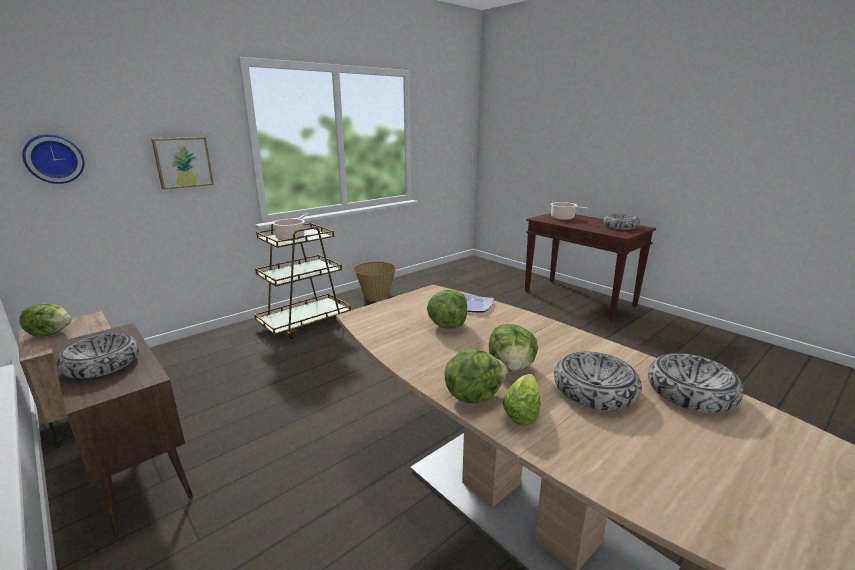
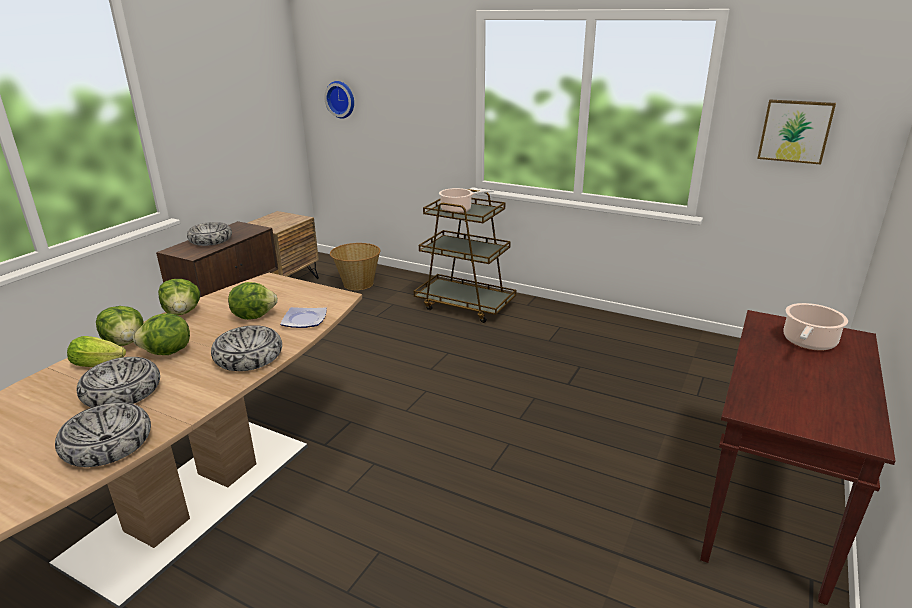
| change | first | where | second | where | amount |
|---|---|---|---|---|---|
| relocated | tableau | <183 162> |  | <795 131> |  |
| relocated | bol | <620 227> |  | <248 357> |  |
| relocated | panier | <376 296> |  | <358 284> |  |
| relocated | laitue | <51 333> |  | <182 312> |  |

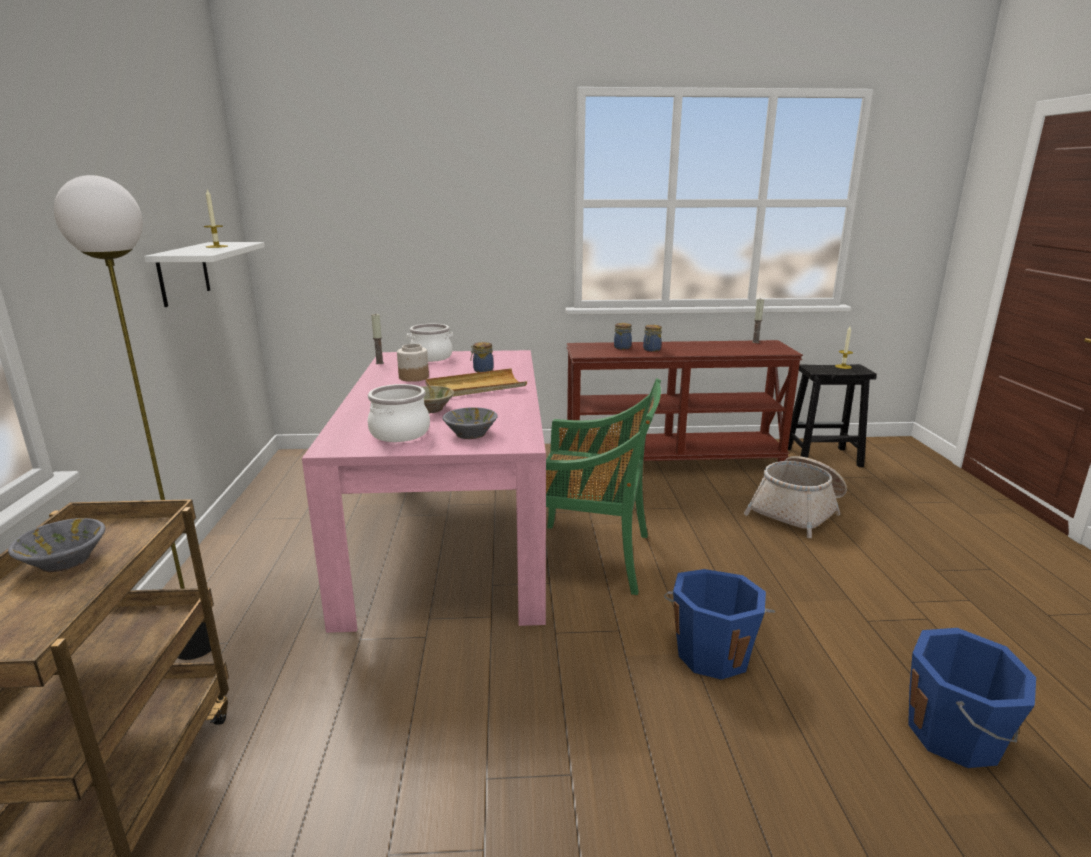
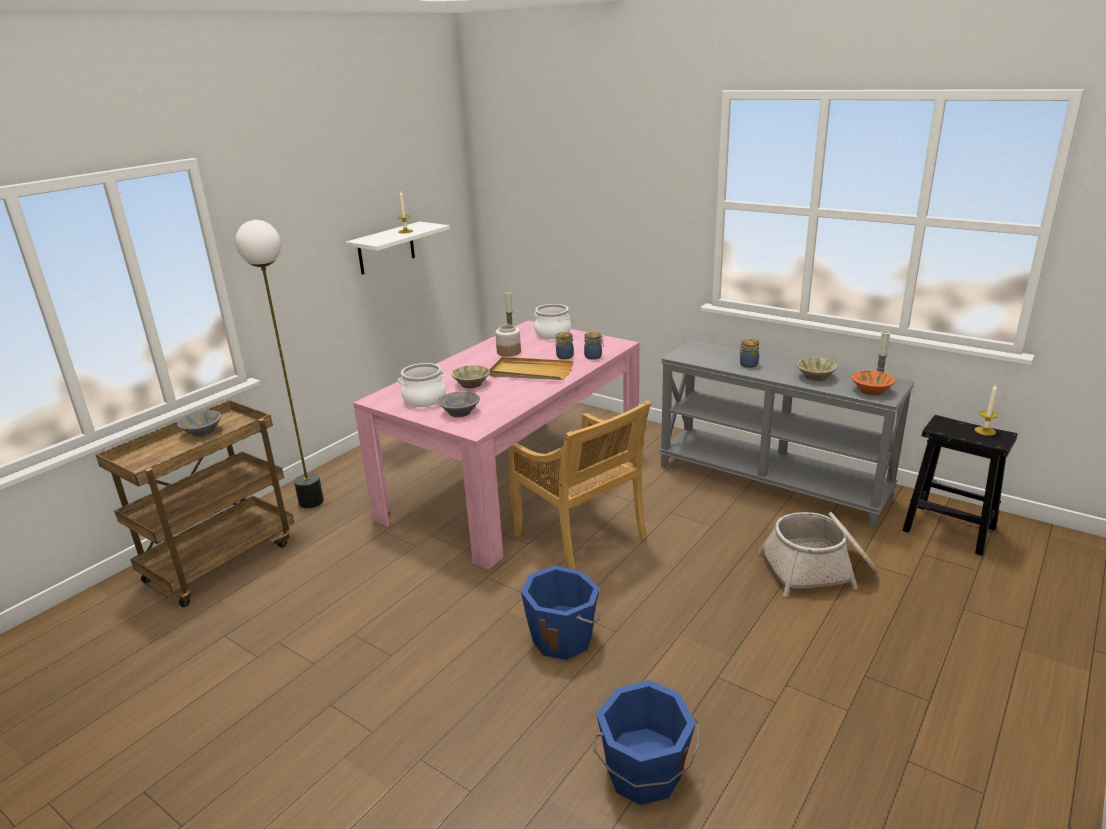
| change | first | where | second | where | amount |
|---|---|---|---|---|---|
| relocated | bocal | <623 347> |  | <594 356> |  |
| colour | table console [marron] | <672 462> | table console [gris] | <772 482> |  |
| colour | chaise [vert] | <592 557> | chaise [beige] | <581 538> |  |
| appeared |  |  | bol [beige] | <815 377> |  |
| appeared |  |  | bol [orange] | <871 391> |  |

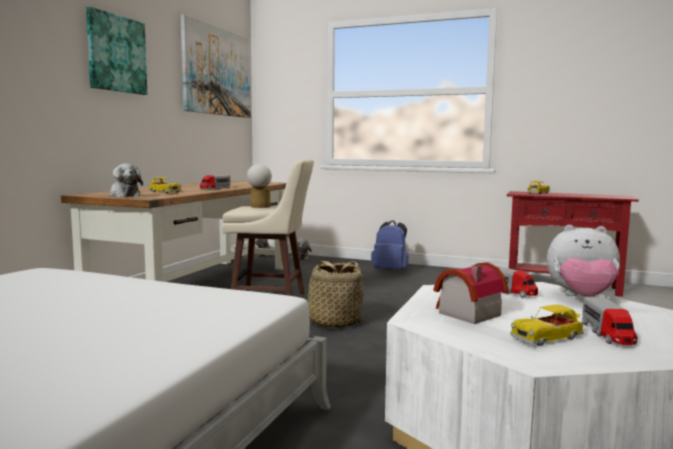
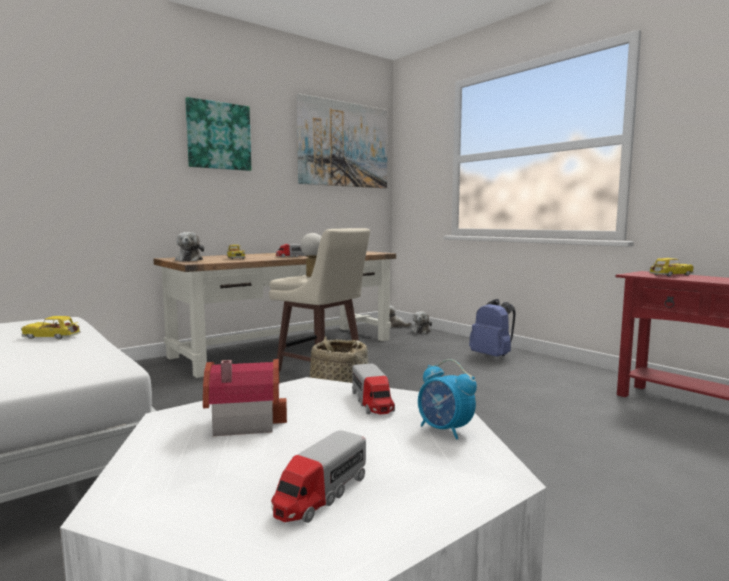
| change | first | where | second | where | amount |
|---|---|---|---|---|---|
| exchanged | peluche | <581 298> | réveil | <445 430> |  |
| relocated | petite voiture | <547 337> |  | <52 337> |  |

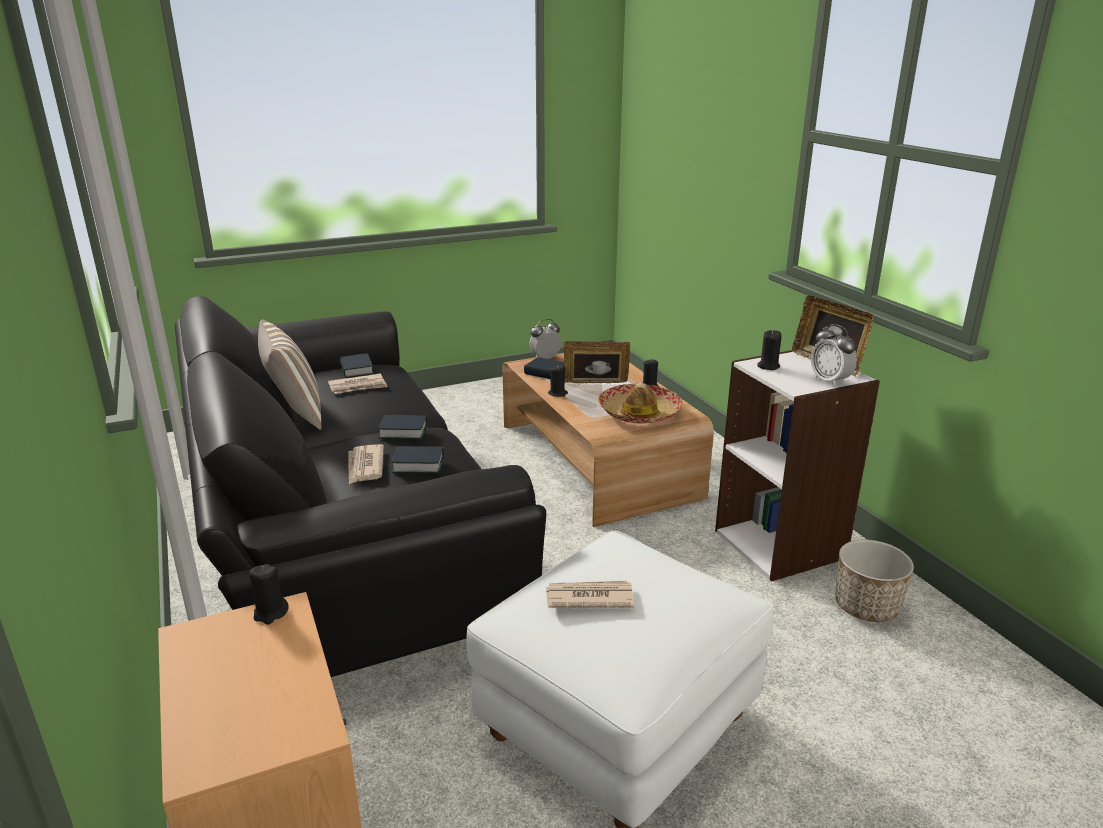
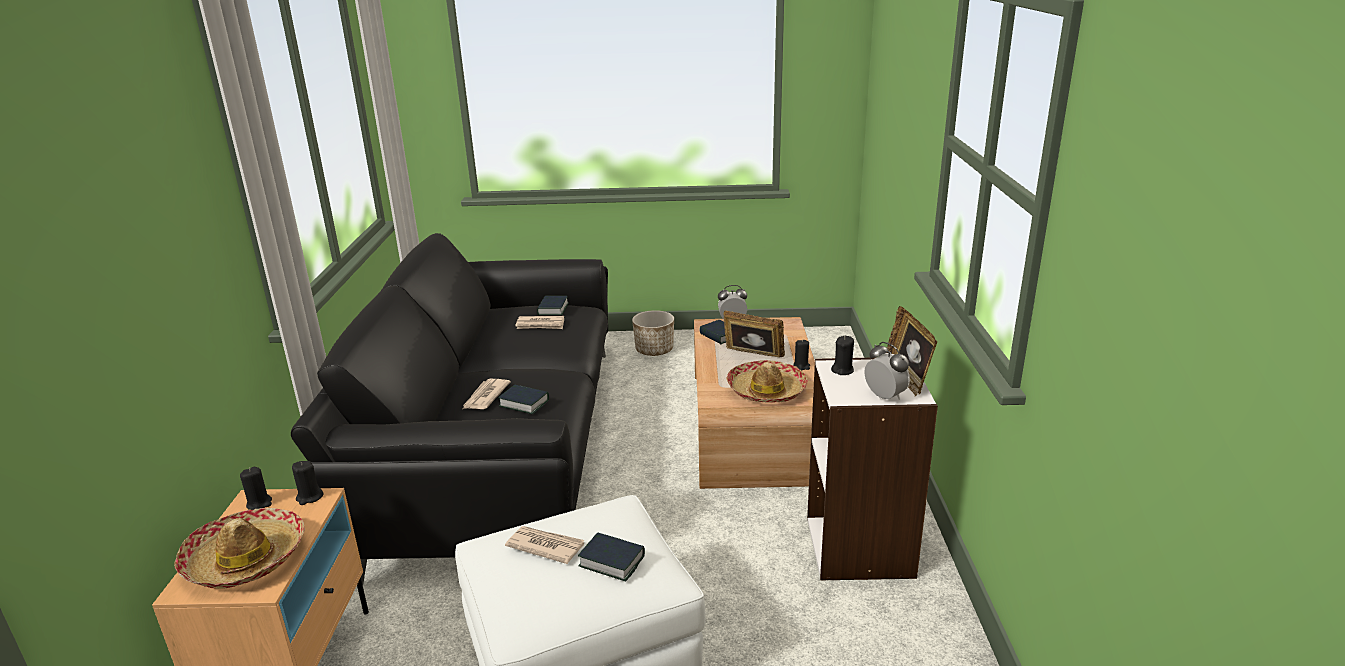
| change | first | where | second | where | amount |
|---|---|---|---|---|---|
| missing | coussin | <295 414> |  |  |  |
| spun | réveil | <830 381> |  | <884 396> | 150 degrees clockwise |
| relocated | bougie [noir] | <558 393> |  | <259 503> |  |
| relocated | livre | <403 432> |  | <612 561> |  |
| relocated | cache-pot | <866 607> |  | <654 350> |  |
| appeared |  |  | chapeau | <246 559> |  |

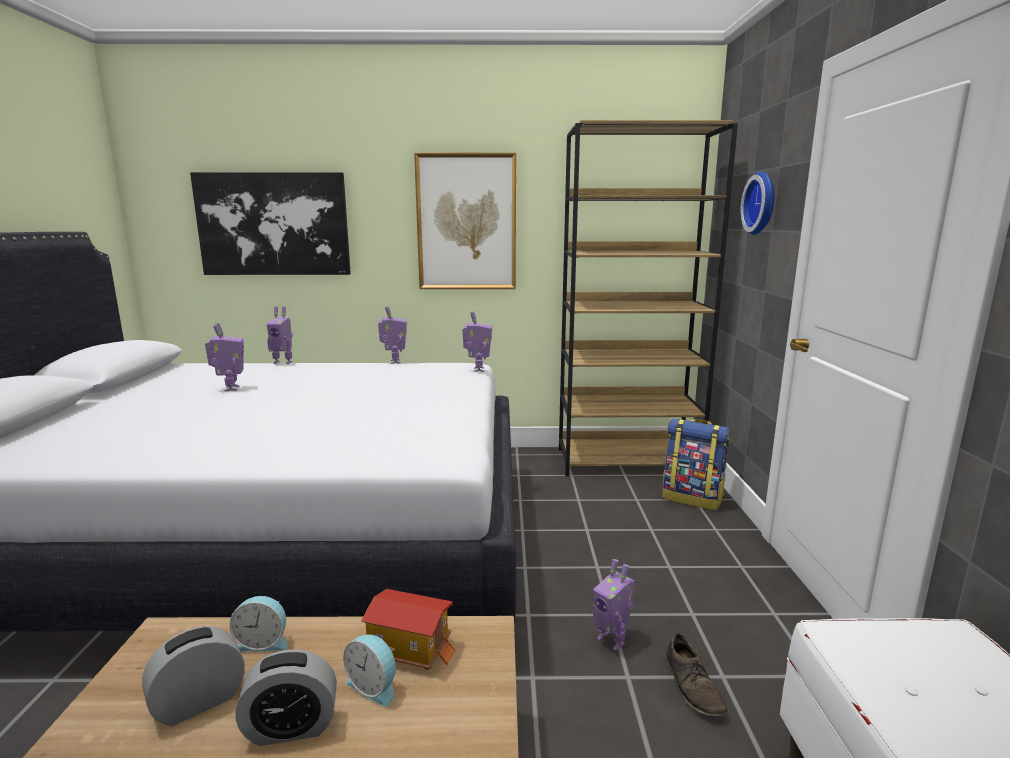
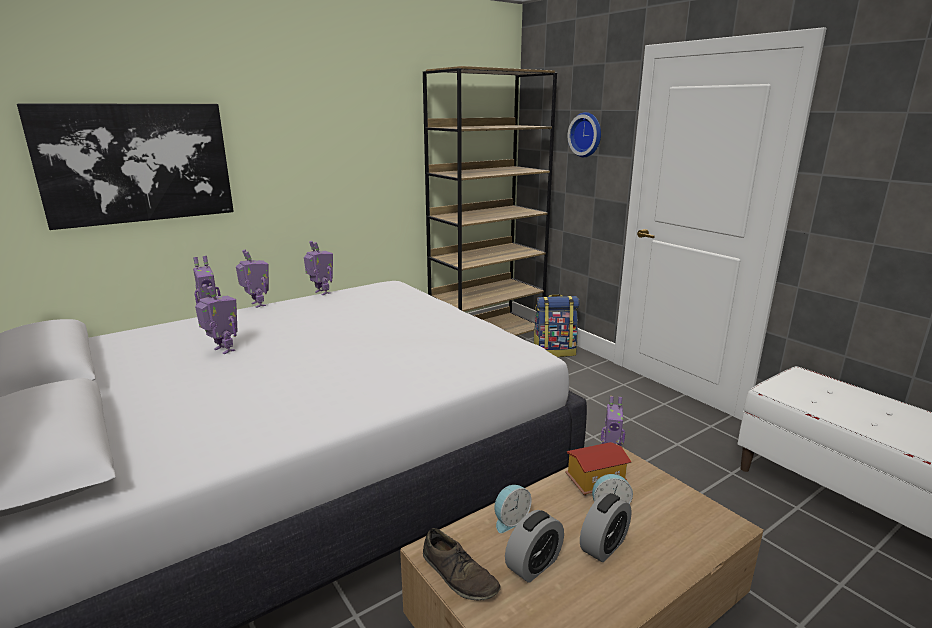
| change | first | where | second | where | amount |
|---|---|---|---|---|---|
| missing | tableau | <466 222> |  |  |  |
| relocated | robot jouet | <477 369> |  | <257 305> |  |
| spun | réveil | <199 702> |  | <534 565> | 150 degrees counterclockwise |
| relocated | chaussure [marron] | <693 686> |  | <459 575> |  |

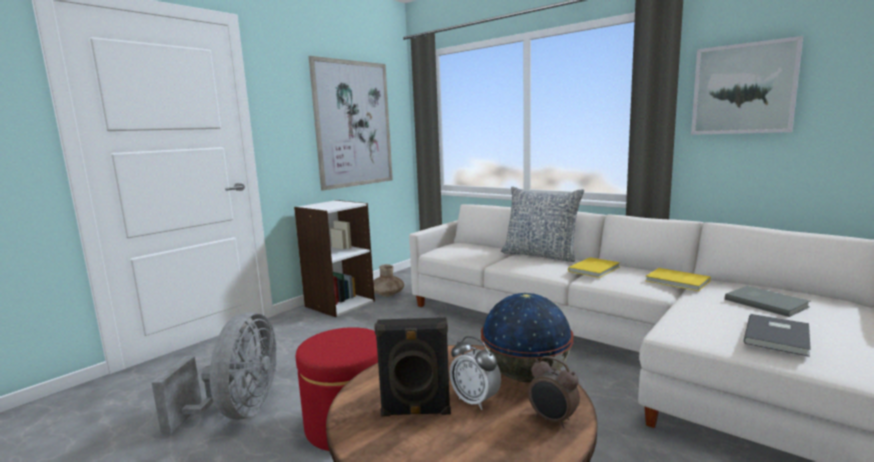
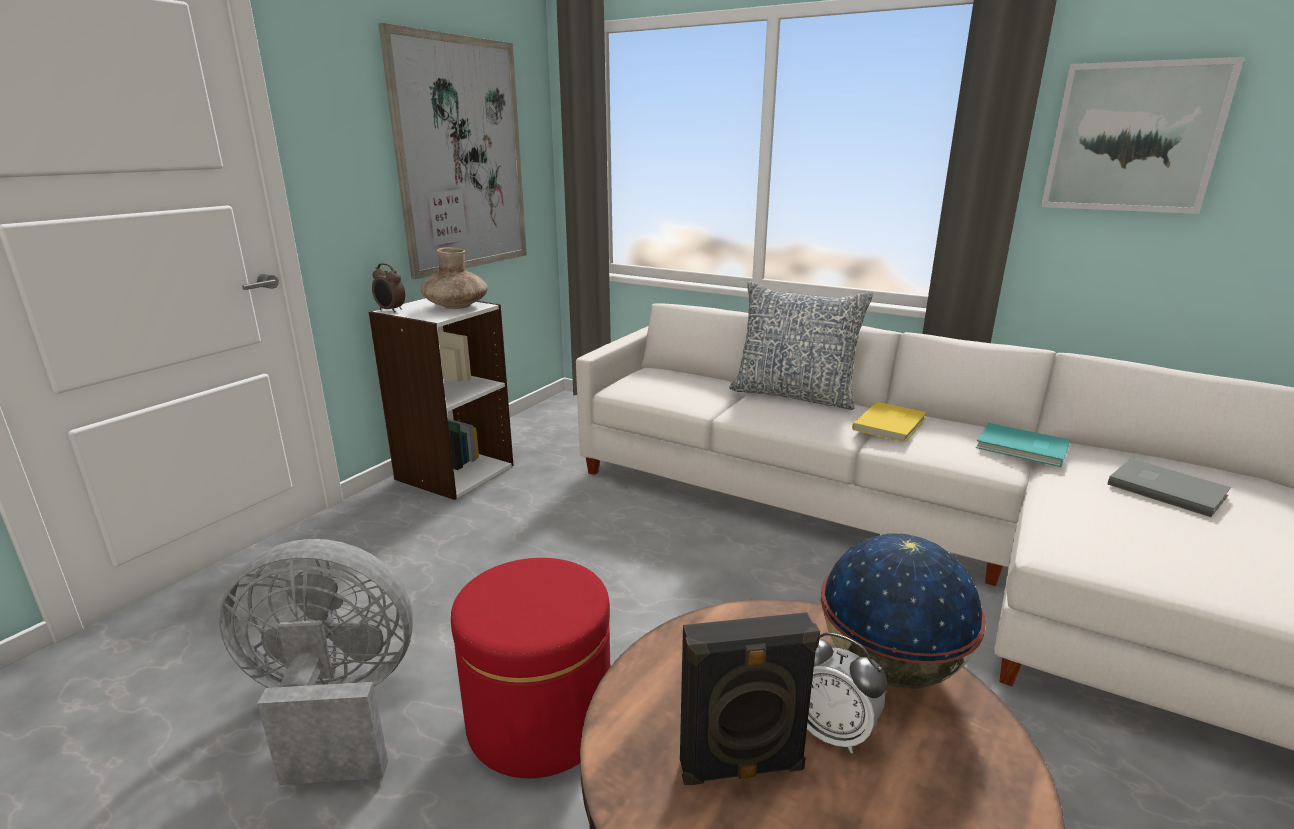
| change | first | where | second | where | amount |
|---|---|---|---|---|---|
| relocated | vase [marron] | <388 294> |  | <456 306> |  |
| colour | livre [jaune] | <677 281> | livre [turquoise] | <1023 448> |  |
| spun | ventilateur [gris] | <238 412> |  | <333 709> | 90 degrees counterclockwise |
| missing | livre [gris] | <779 336> |  |  |  |
| relocated | réveil | <552 420> |  | <390 310> |  |

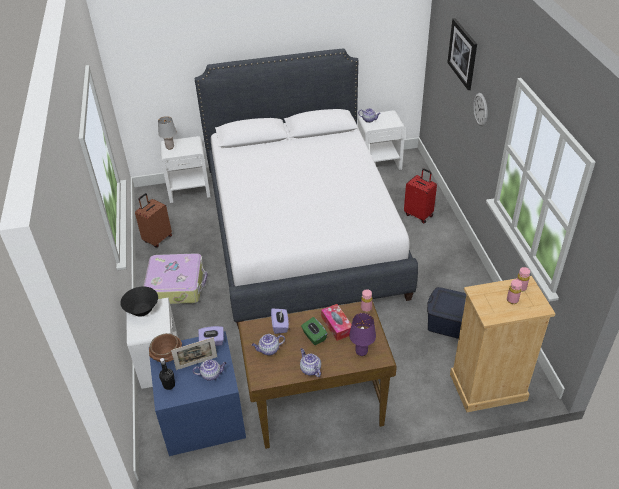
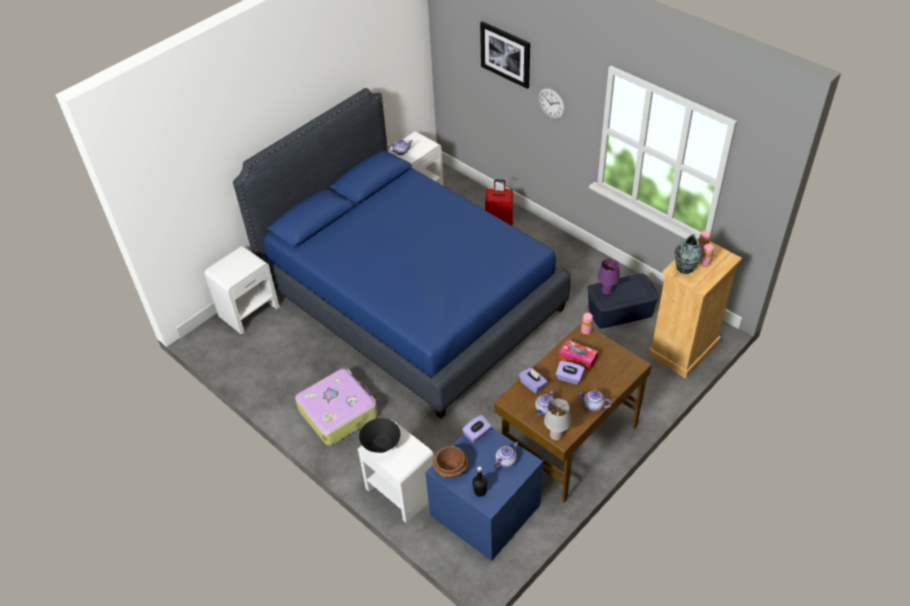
| change | first | where | second | where | amount |
|---|---|---|---|---|---|
| colour | lit [blanc] | <302 233> | lit [bleu] | <411 298> |  |
| relocated | lampe de table [gris] | <170 147> |  | <555 435> |  |
| missing | valise [marron] | <157 239> |  |  |  |
| relocated | lampe de table [violet] | <361 351> |  | <606 291> |  |
| colour | boîte à mouchoirs [vert] | <314 337> | boîte à mouchoirs [violet] | <569 378> |  |
| missing | cadre photo | <196 363> |  |  |  |
| appeared |  |  | vase | <685 268> |  |

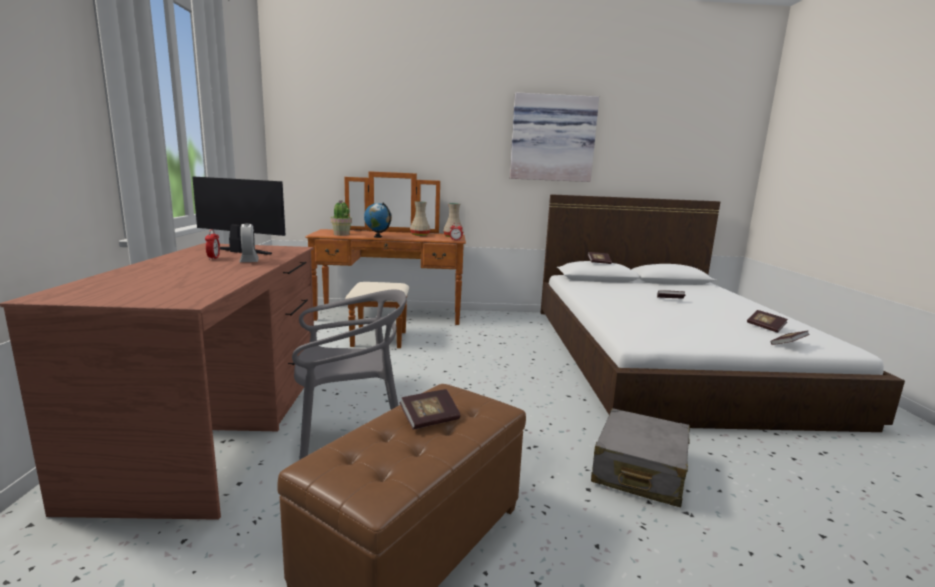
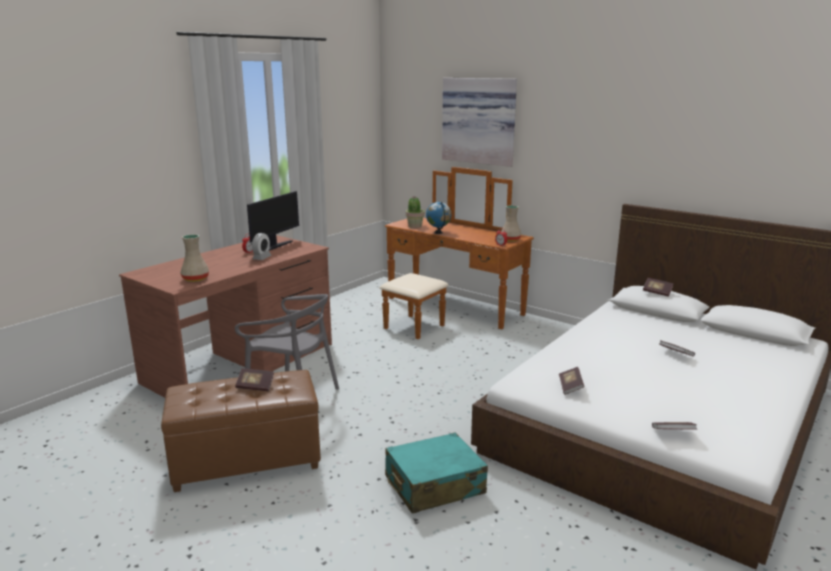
| change | first | where | second | where | amount |
|---|---|---|---|---|---|
| relocated | tableau | <552 138> |  | <480 121> |  |
| spun | écran d'ordinateur | <239 251> |  | <275 246> | 60 degrees clockwise |
| relocated | vase [beige] | <420 235> |  | <195 279> |  |
| relocated | livre | <765 327> |  | <570 387> |  |
| colour | valise [gris] | <639 471> | valise [turquoise] | <434 485> |  |

